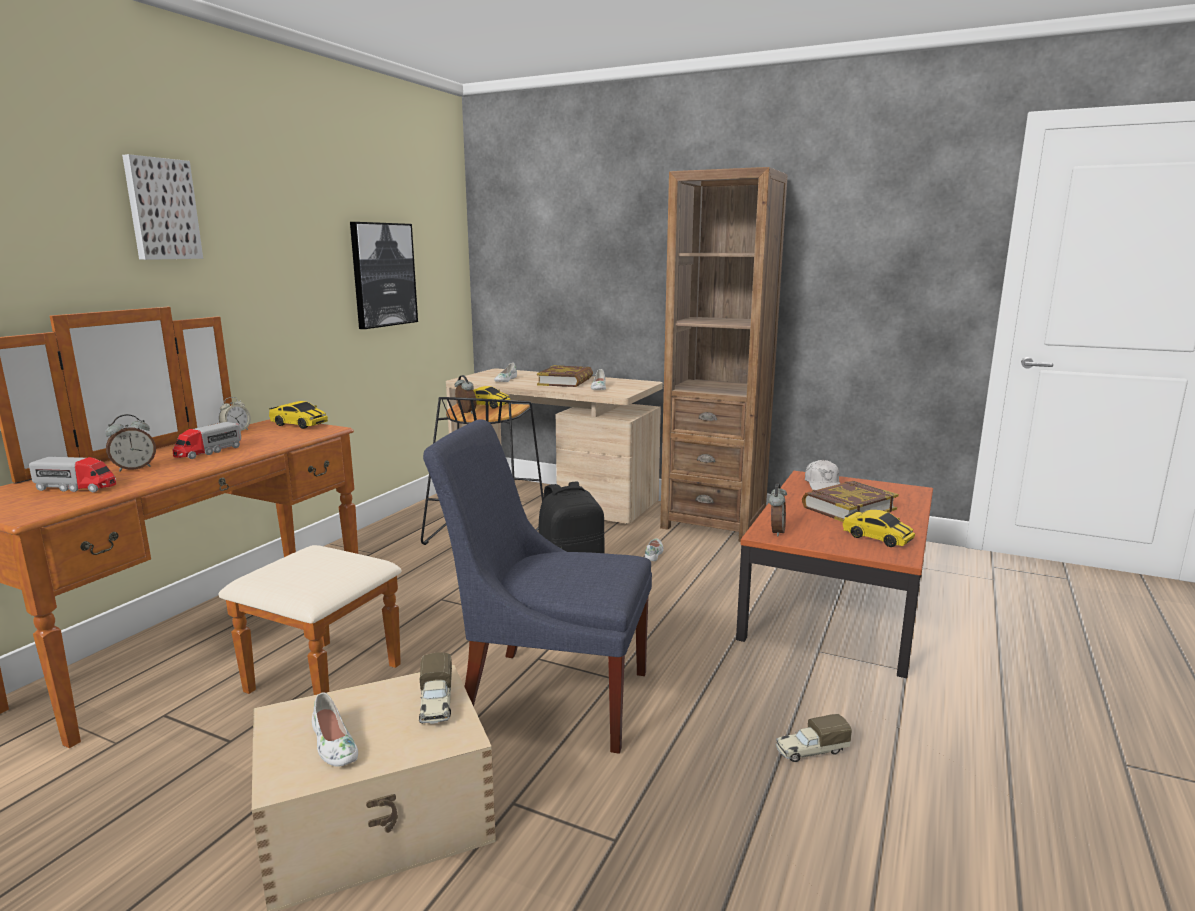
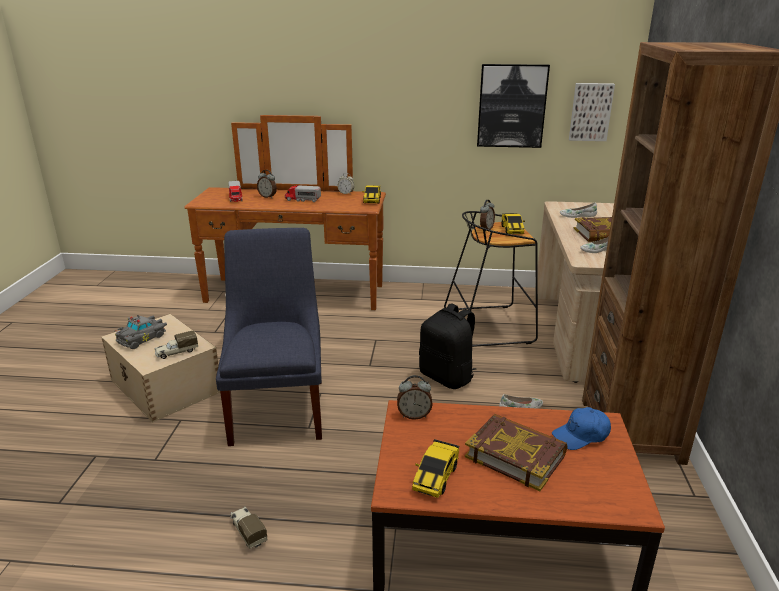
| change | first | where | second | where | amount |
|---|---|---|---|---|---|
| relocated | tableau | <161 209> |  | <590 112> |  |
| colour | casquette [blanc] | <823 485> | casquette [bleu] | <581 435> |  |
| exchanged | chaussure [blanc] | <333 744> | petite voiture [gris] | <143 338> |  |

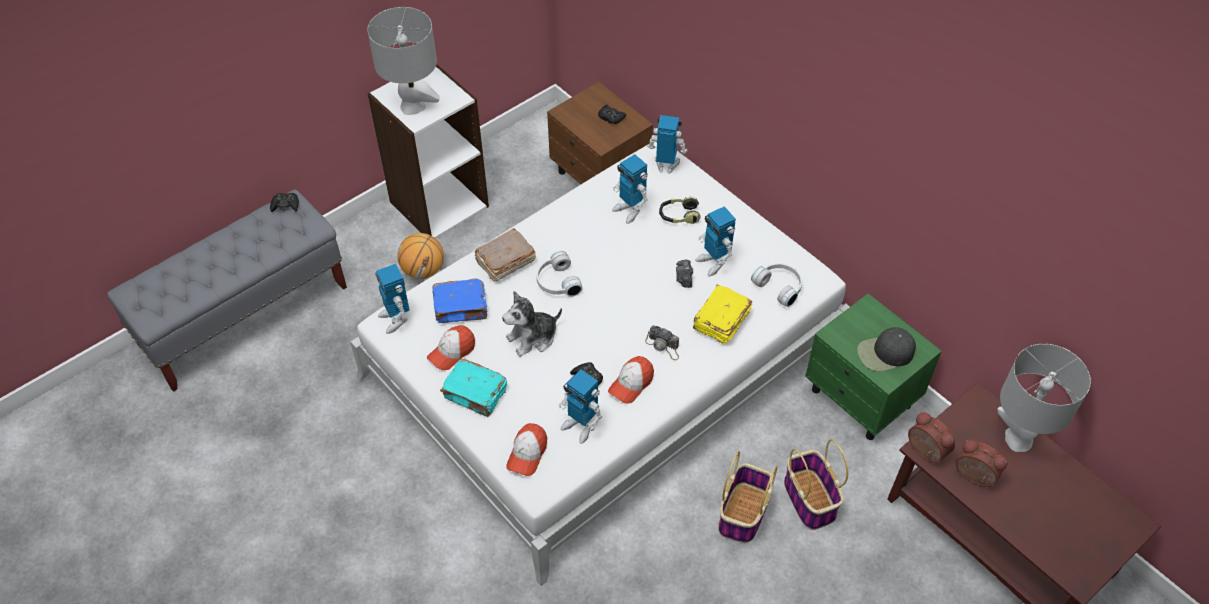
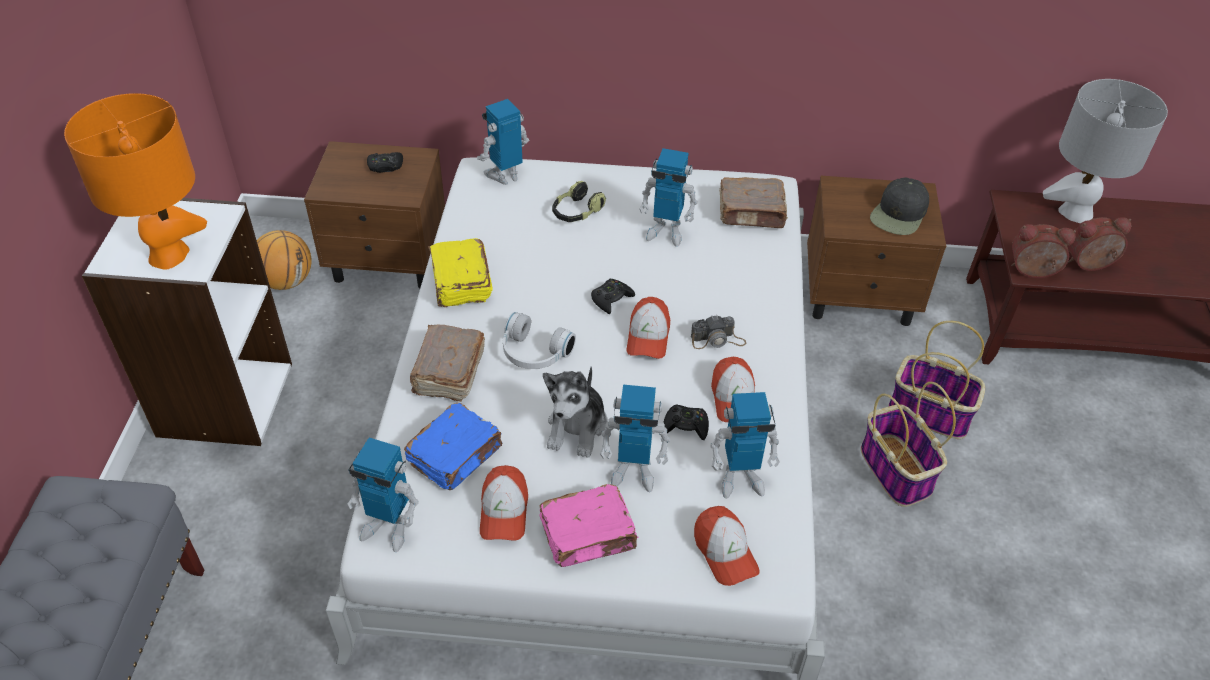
| change | first | where | second | where | amount |
|---|---|---|---|---|---|
| colour | lampe de table [gris] | <413 107> | lampe de table [orange] | <169 255> |  |
| relocated | robot jouet | <629 210> |  | <633 471> |  |
| relocated | manette [noir] | <285 205> |  | <611 299> |  |
| relocated | ballon de basket | <423 270> |  | <286 281> |  |
| missing | appareil photo | <684 279> |  |  |  |
| exchanged | casque audio [blanc] | <780 286> | livre [marron] | <752 213> |  |
| relocated | livre [jaune] | <720 321> |  | <460 283> |  |
| colour | table de chevet [vert] | <861 399> | table de chevet [marron] | <860 296> |  |
| colour | livre [turquoise] | <476 394> | livre [rose] | <589 535> |  |
| appeared |  |  | casquette | <648 337> |  |

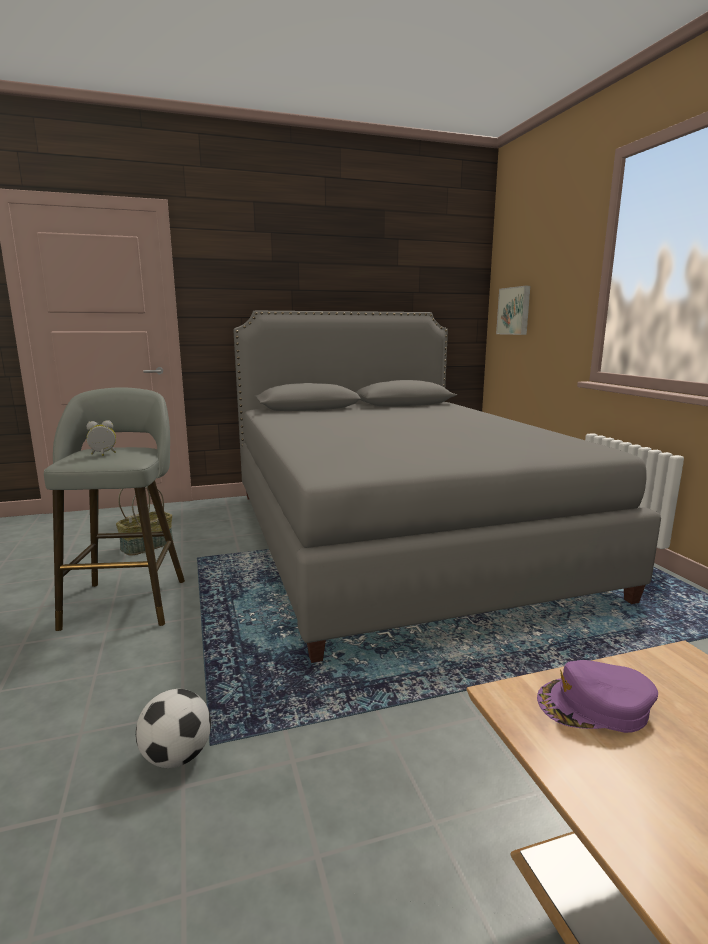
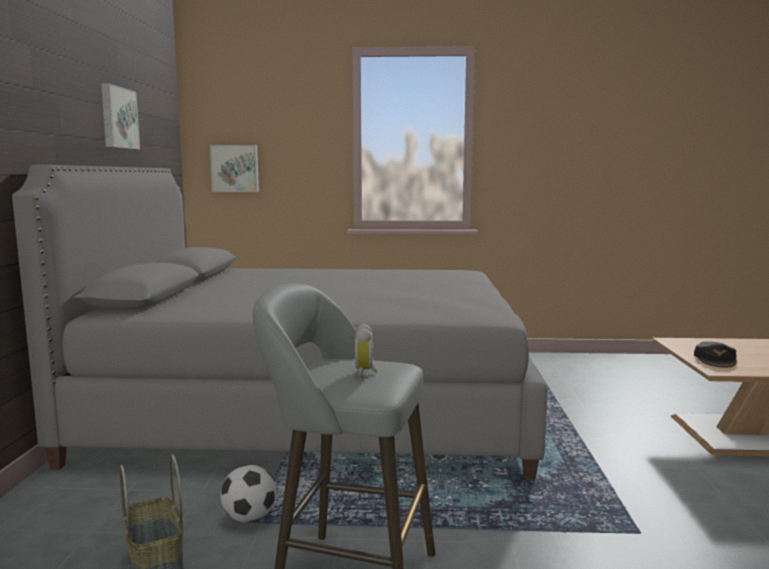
| change | first | where | second | where | amount |
|---|---|---|---|---|---|
| colour | casquette [violet] | <594 706> | casquette [noir] | <715 359> |  |
| relocated | ballon de foot | <177 756> |  | <249 518> |  |
| appeared |  |  | tableau | <118 118> |  |

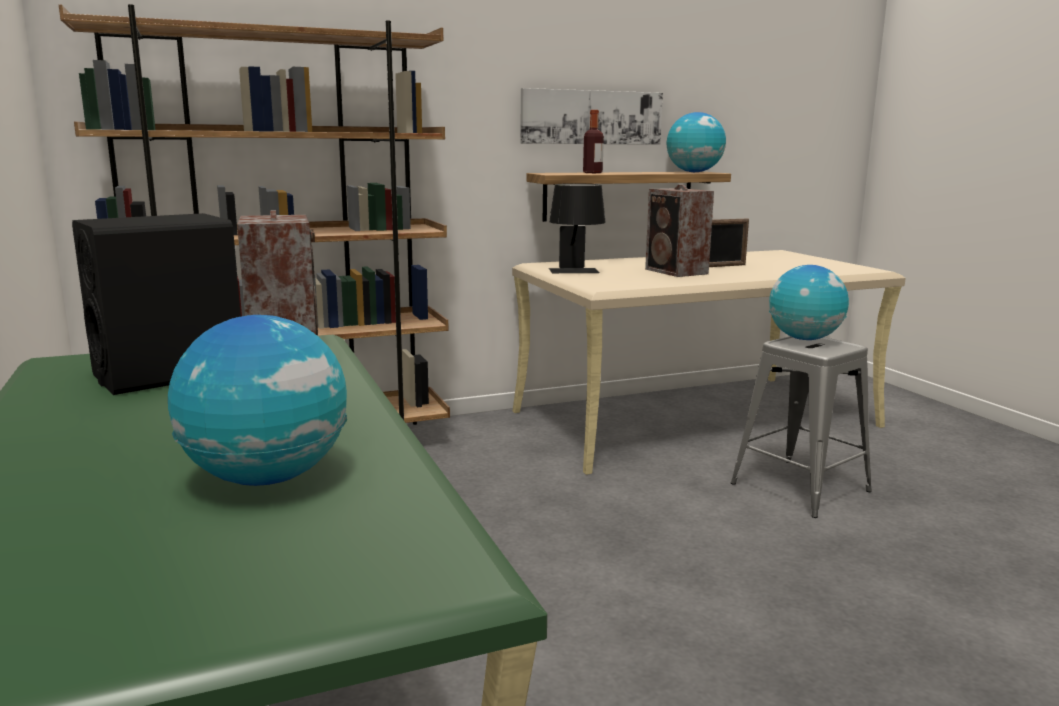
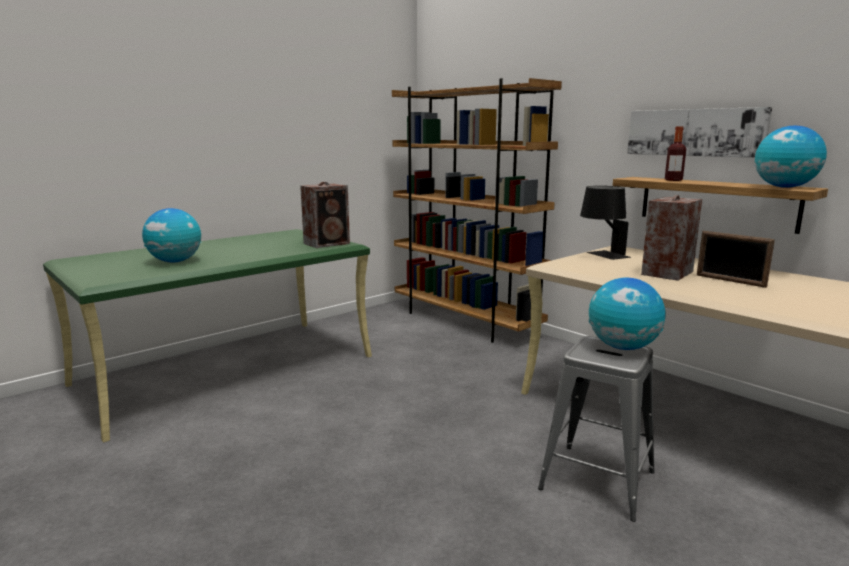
| change | first | where | second | where | amount |
|---|---|---|---|---|---|
| missing | enceinte [noir] | <170 374> |  |  |  |

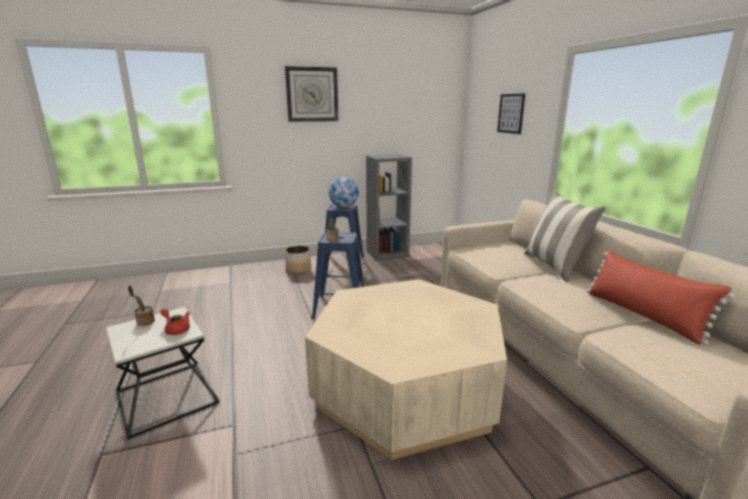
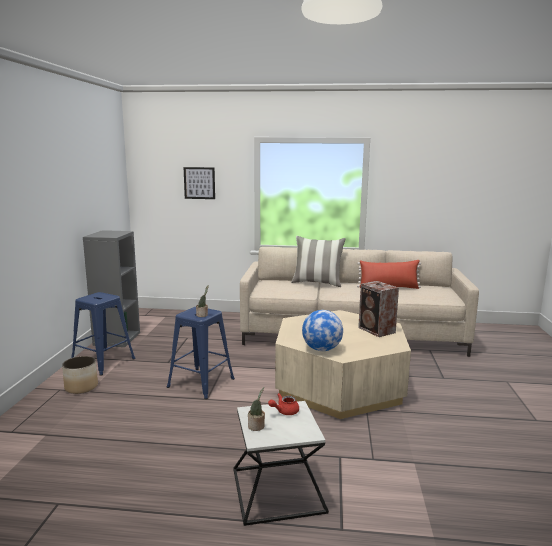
| change | first | where | second | where | amount |
|---|---|---|---|---|---|
| missing | horloge murale | <312 94> |  |  |  |
| relocated | globe | <344 207> |  | <322 349> |  |
| appeared |  |  | enceinte | <377 330> |  |

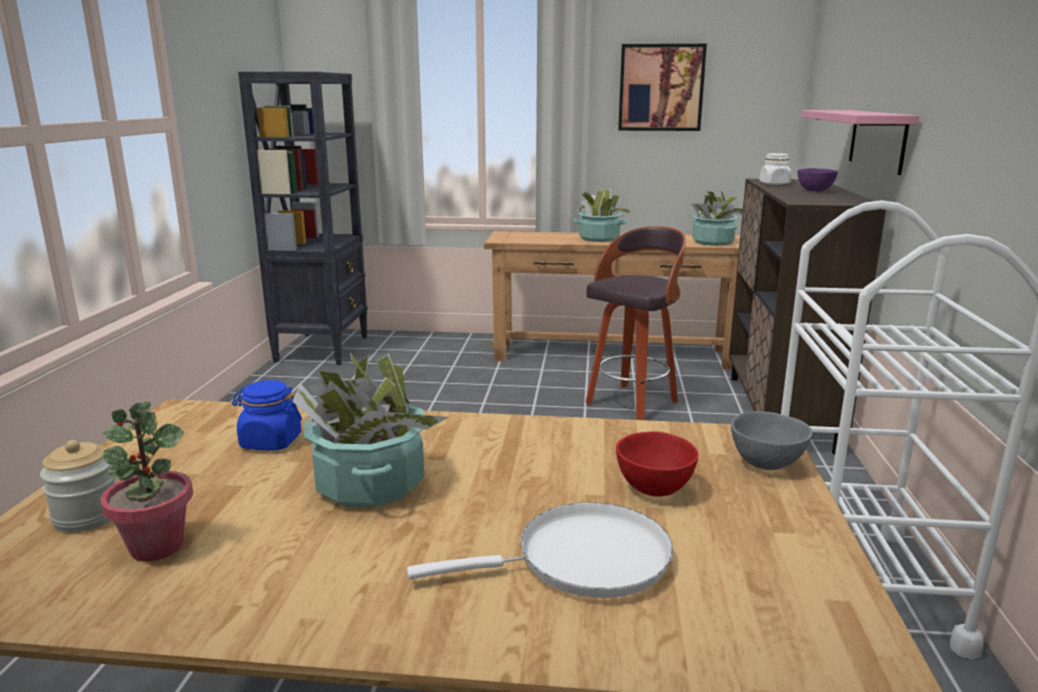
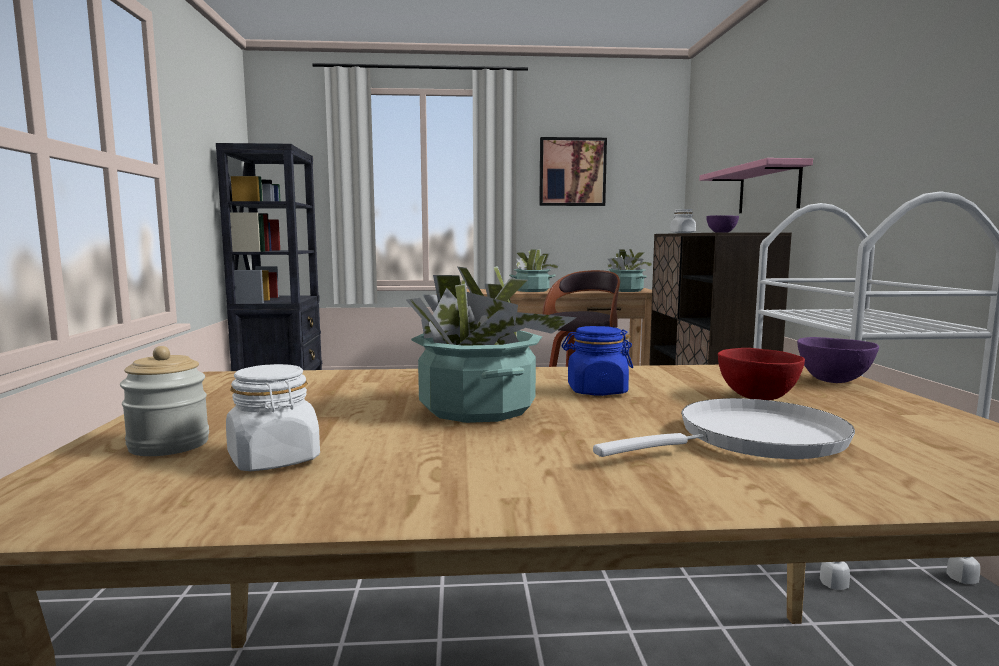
| change | first | where | second | where | amount |
|---|---|---|---|---|---|
| relocated | bocal [bleu] | <270 442> |  | <596 391> |  |
| exchanged | plante en pot | <157 547> | bocal [blanc] | <274 460> |  |
| colour | bol [gris] | <768 464> | bol [violet] | <835 381> |  |

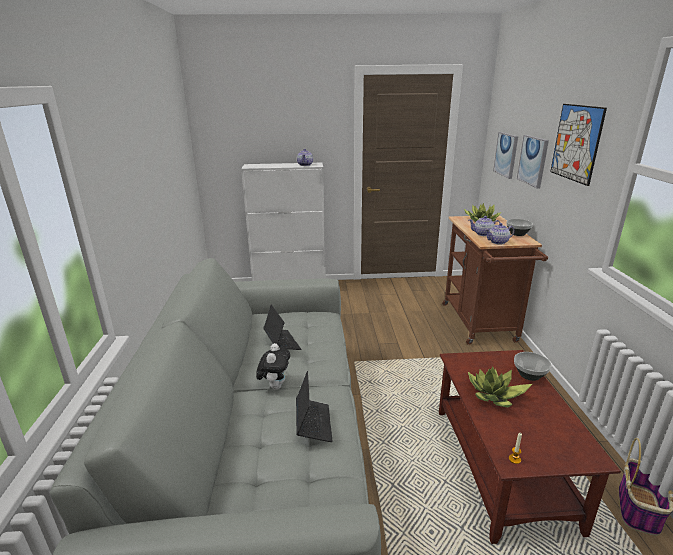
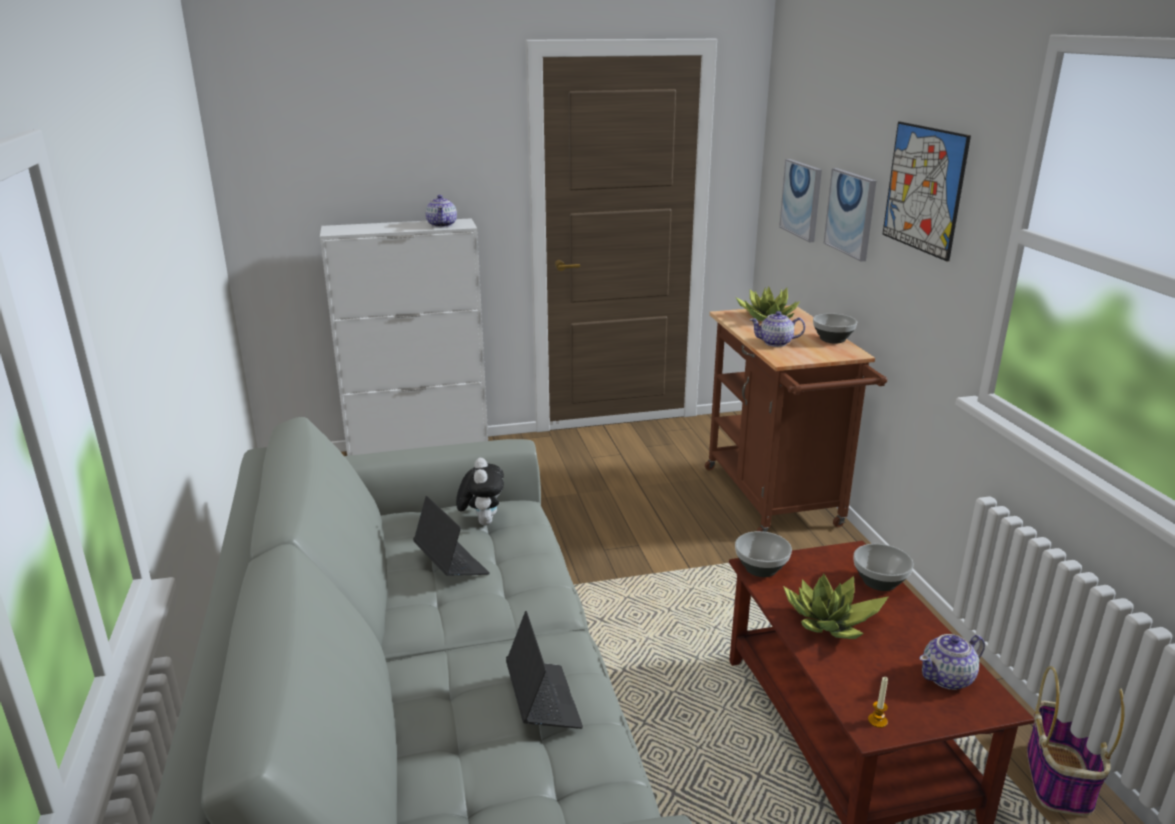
| change | first | where | second | where | amount |
|---|---|---|---|---|---|
| relocated | théière | <498 242> |  | <948 678> |  |
| relocated | peluche | <275 386> |  | <482 521> |  |
| appeared |  |  | bol | <760 568> |  |

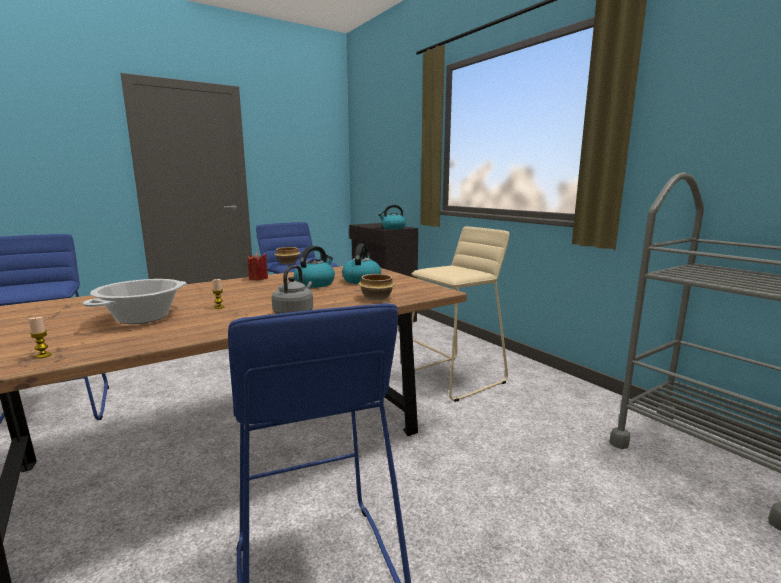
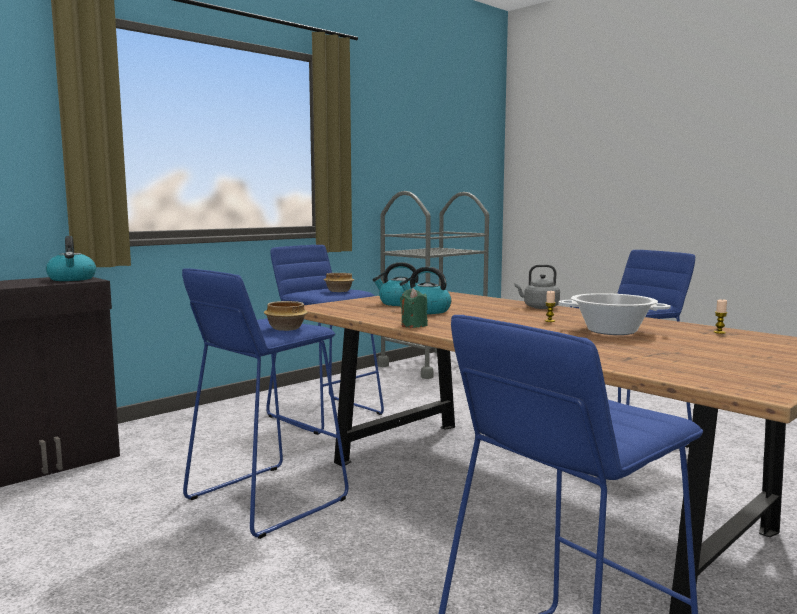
| change | first | where | second | where | amount |
|---|---|---|---|---|---|
| colour | tabouret [beige] | <455 378> | tabouret [bleu] | <326 415> |  |
| colour | bougie [rouge] | <258 278> | bougie [vert] | <414 325> |  |
| relocated | bol | <376 297> |  | <338 291> |  |

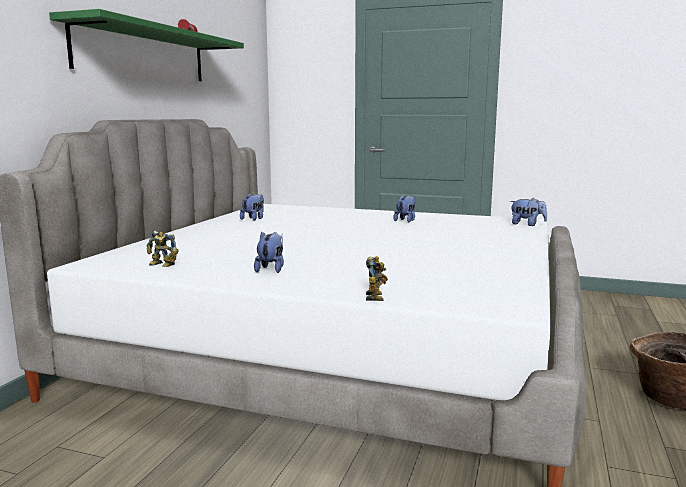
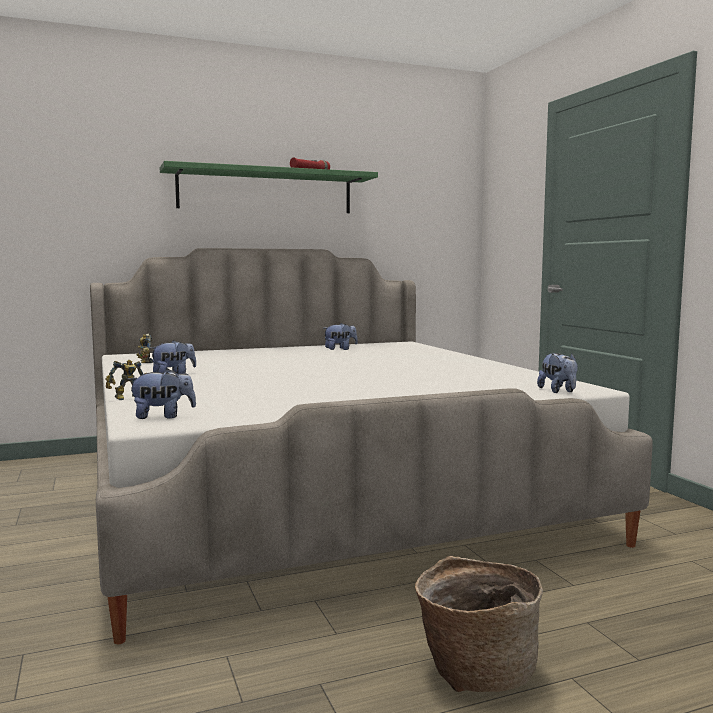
| change | first | where | second | where | amount |
|---|---|---|---|---|---|
| relocated | peluche | <406 220> |  | <163 416> |  |

